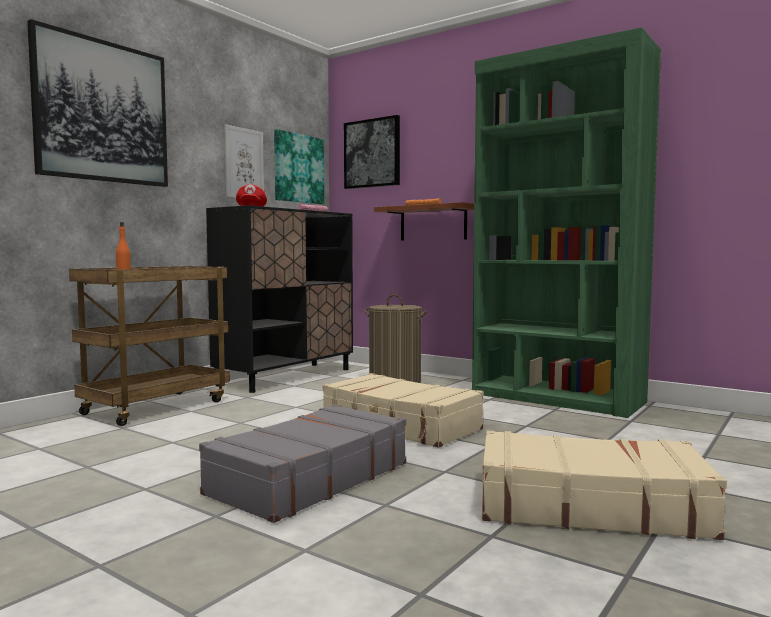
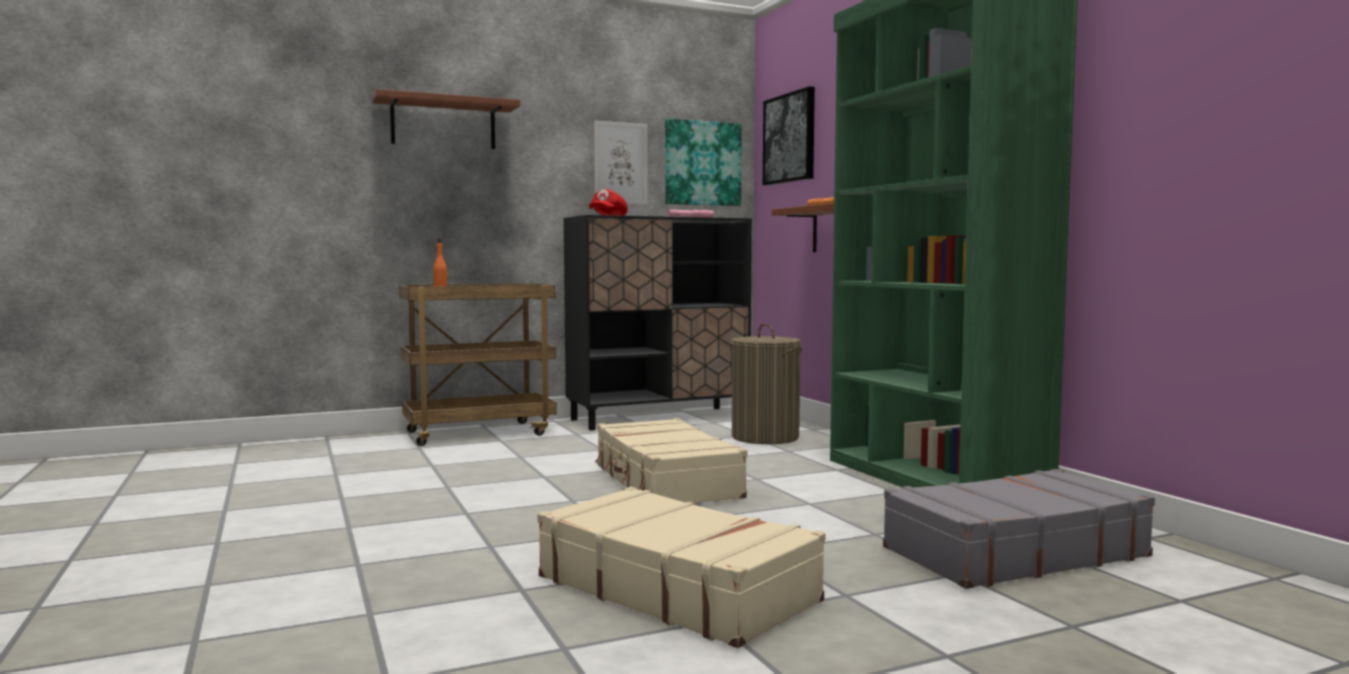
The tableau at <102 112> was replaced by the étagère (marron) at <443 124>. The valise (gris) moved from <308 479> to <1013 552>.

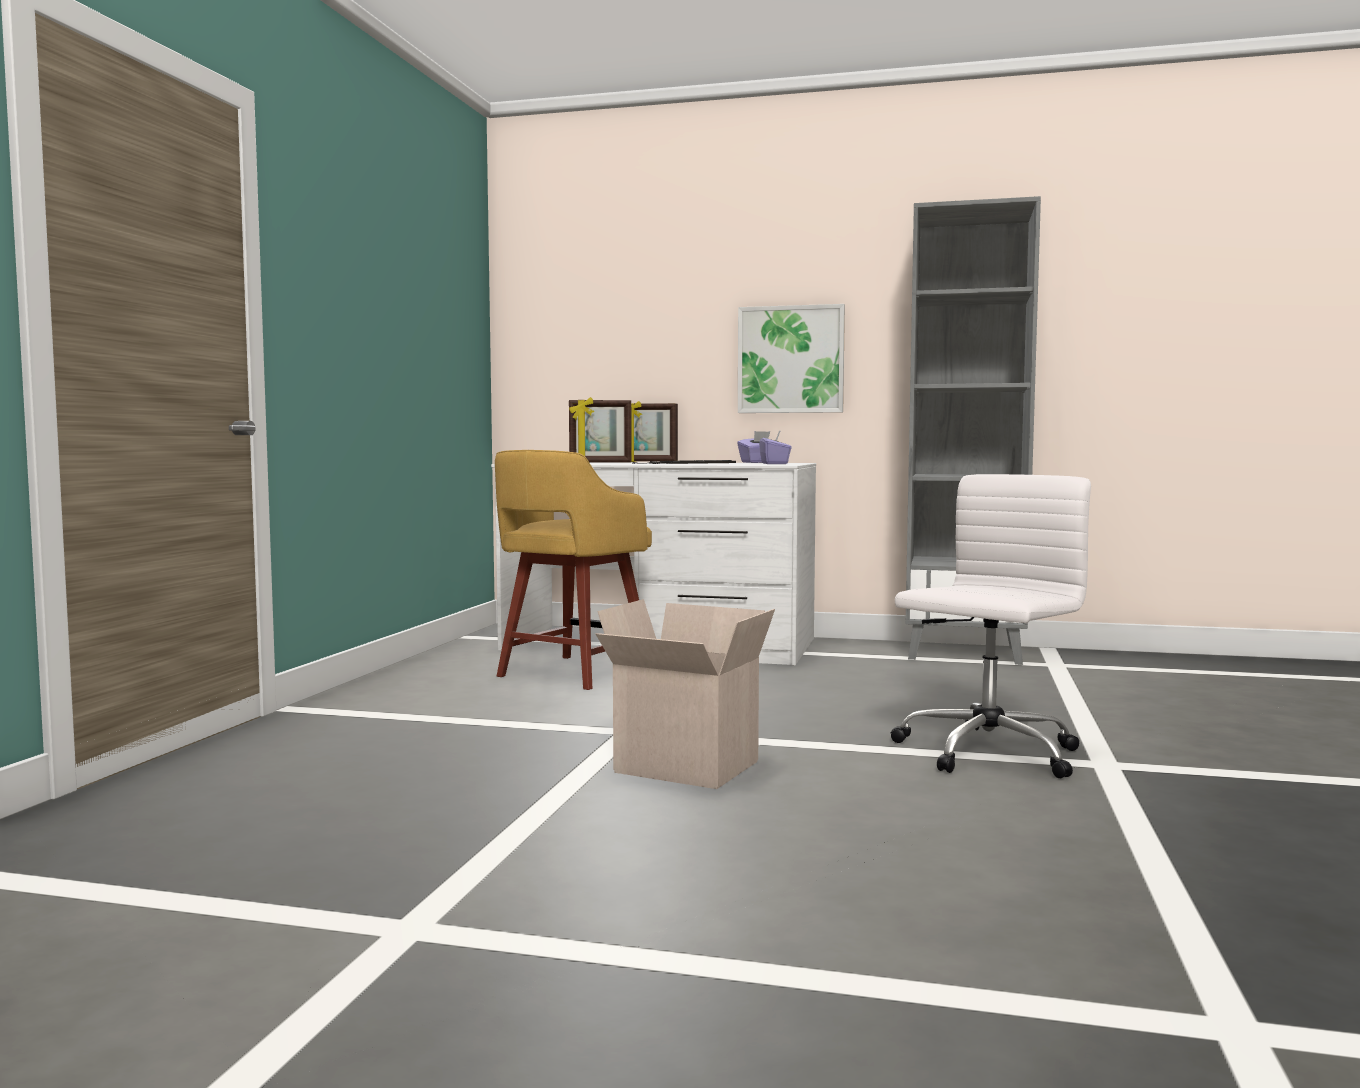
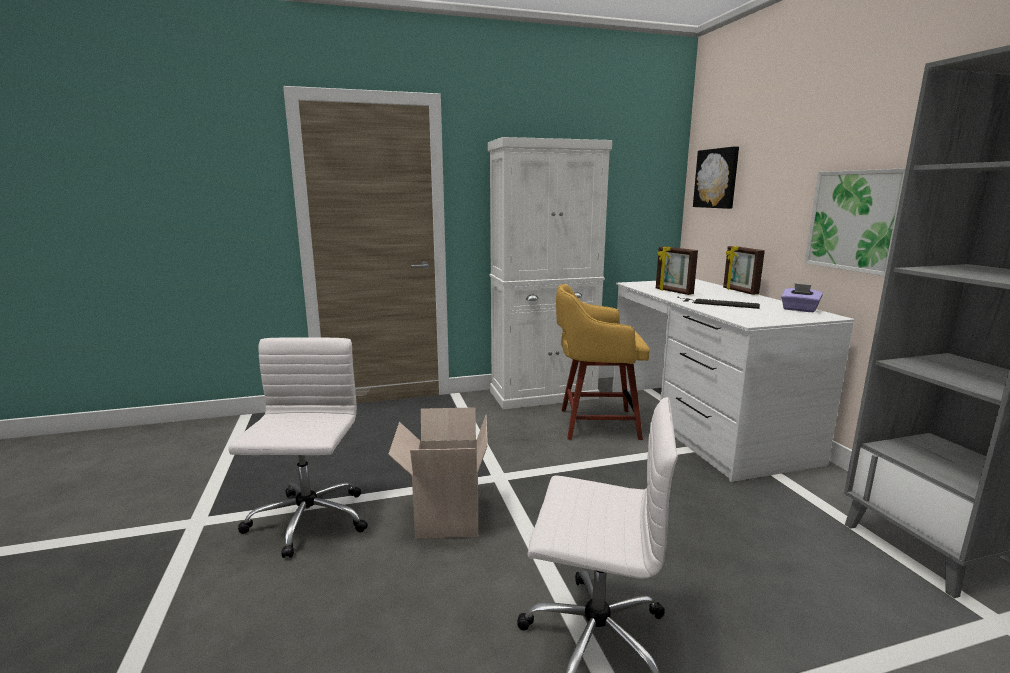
The chaise de bureau (blanc) at <307 522> appeared. The meuble de rangement (blanc) at <544 394> appeared. The tableau at <717 178> appeared. The boîte à mouchoirs (violet) at <775 463> disappeared.

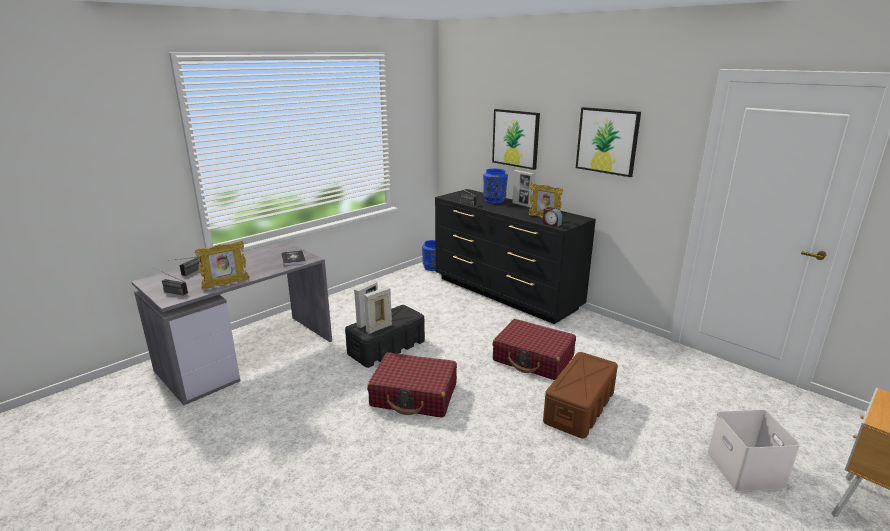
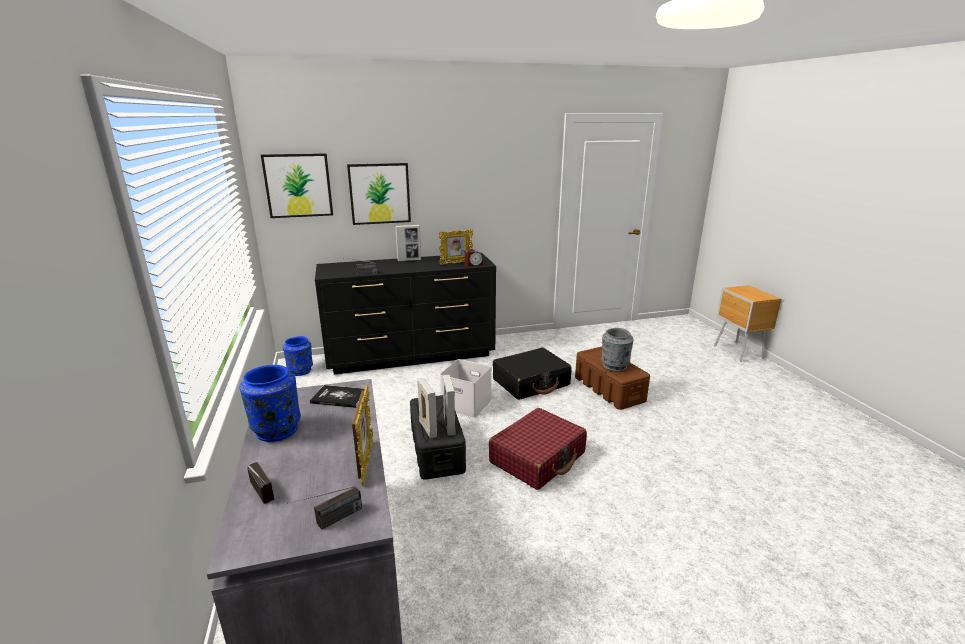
The vase (bleu) moved from <494 200> to <276 429>. The tableau moved from <607 141> to <298 185>. The boîte de rangement (blanc) moved from <746 471> to <467 404>. The valise (rouge) at <533 359> became the valise (noir) at <531 382>. The vase (gris) at <614 366> appeared.

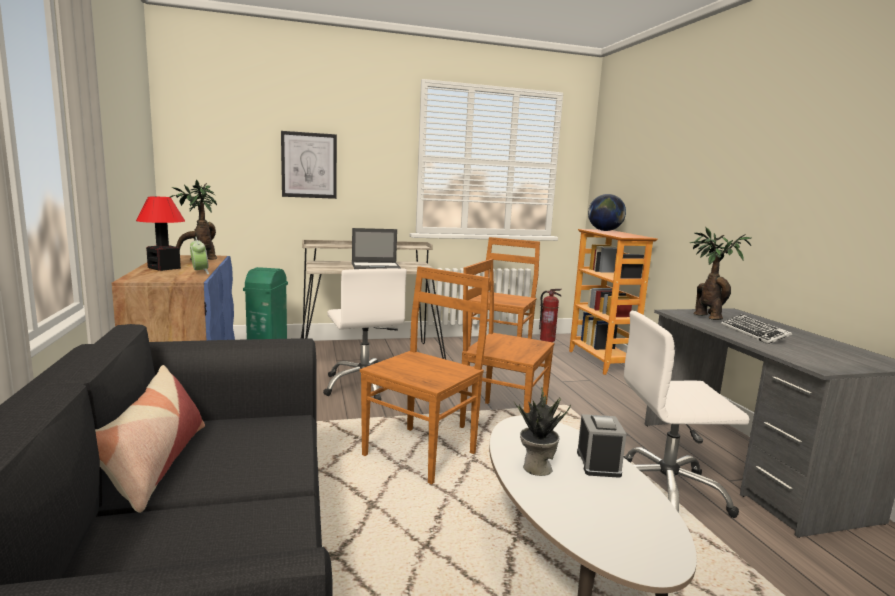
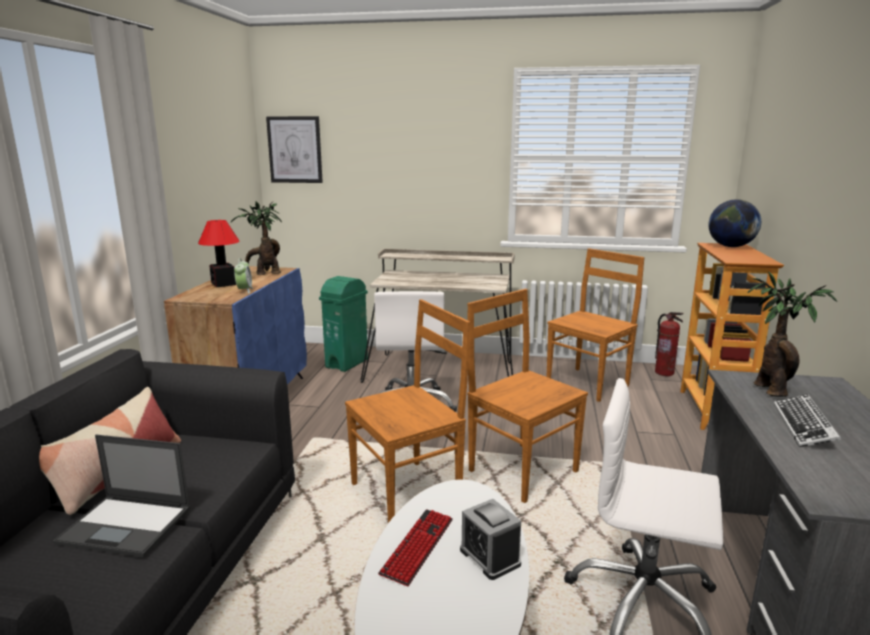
The ordinateur portable moved from <376 267> to <127 525>. The tableau moved from <309 165> to <295 150>. The plante en pot at <536 468> was replaced by the clavier at <418 547>. The réveil at <598 463> turned 120 degrees clockwise.

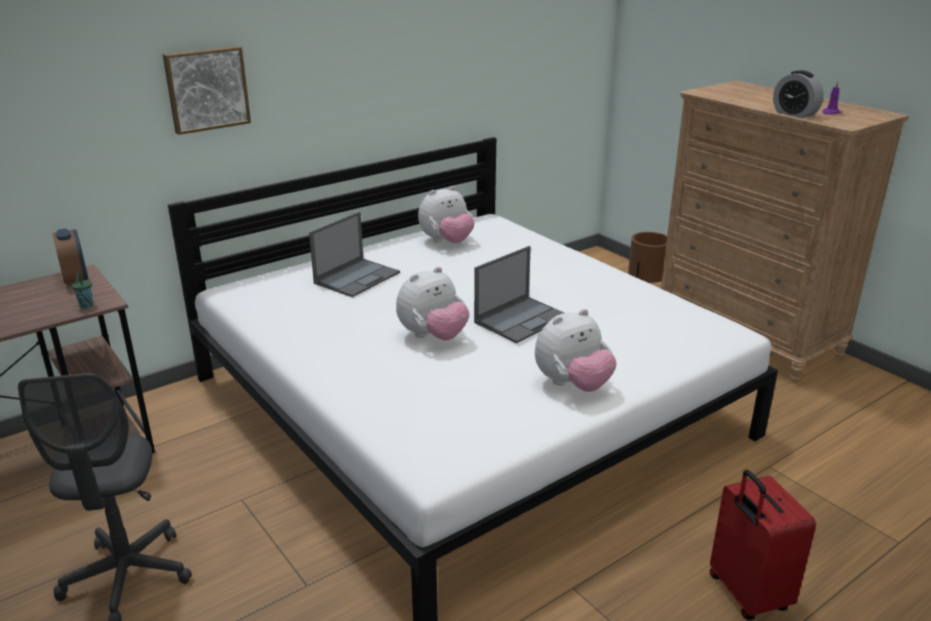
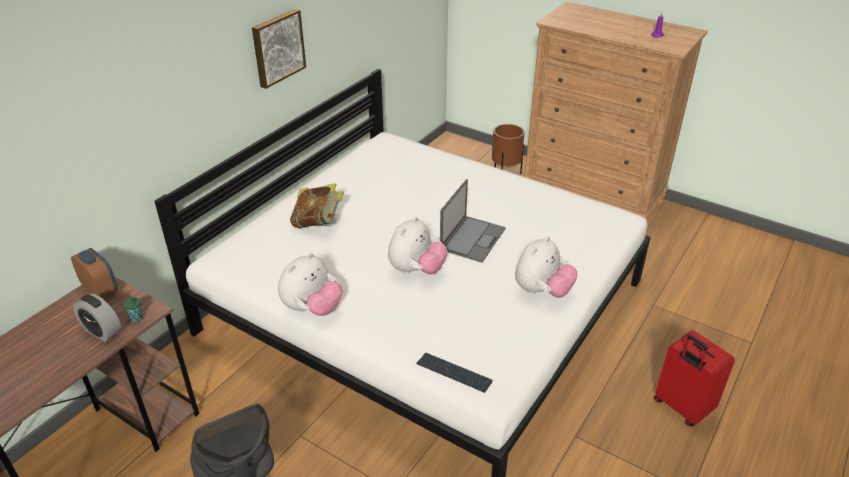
The réveil moved from <794 114> to <102 331>. The tableau moved from <206 89> to <277 47>. The peluche moved from <446 242> to <312 309>. The ordinateur portable at <357 277> was replaced by the livre at <318 223>. The clavier at <454 373> appeared.

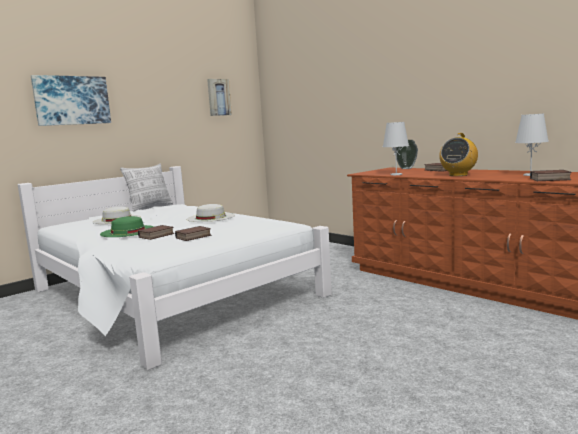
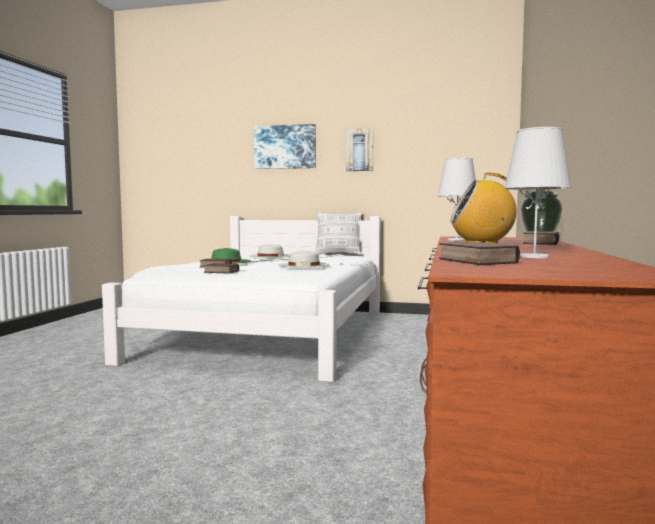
The tableau moved from <218 97> to <359 150>.

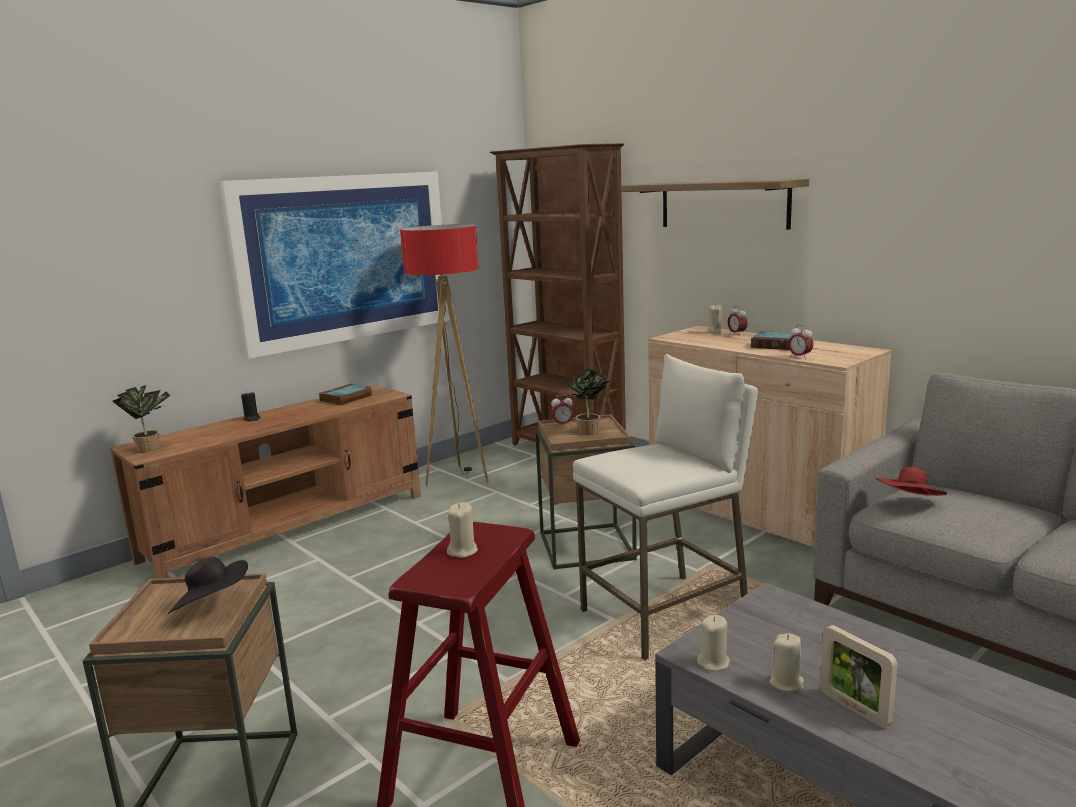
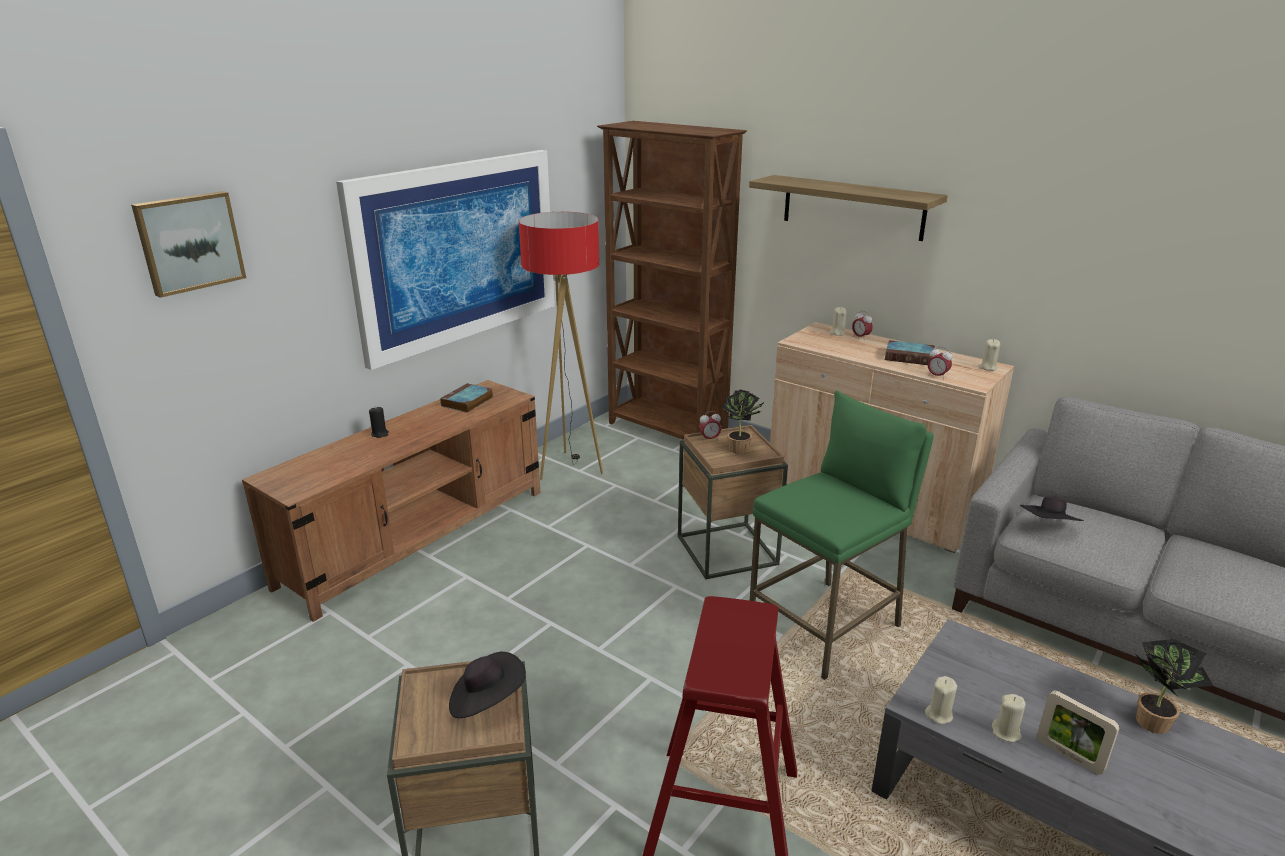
The tableau at <189 242> appeared. The tabouret (blanc) at <665 614> became the tabouret (vert) at <825 626>. The bougie (beige) moved from <462 551> to <987 367>. The chapeau (rouge) at <909 503> became the chapeau (noir) at <1048 527>. The plante en pot moved from <151 448> to <1152 719>.

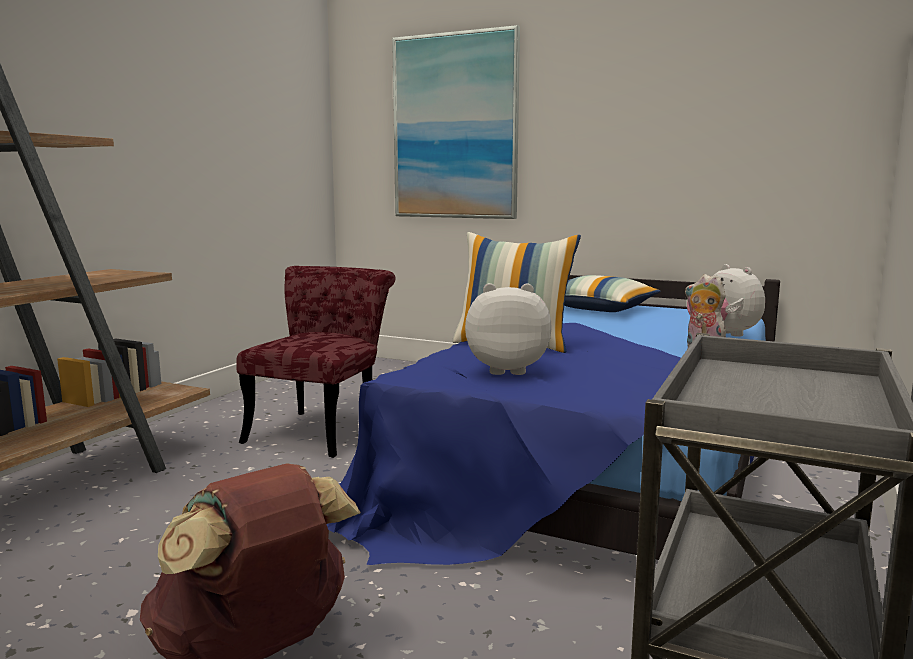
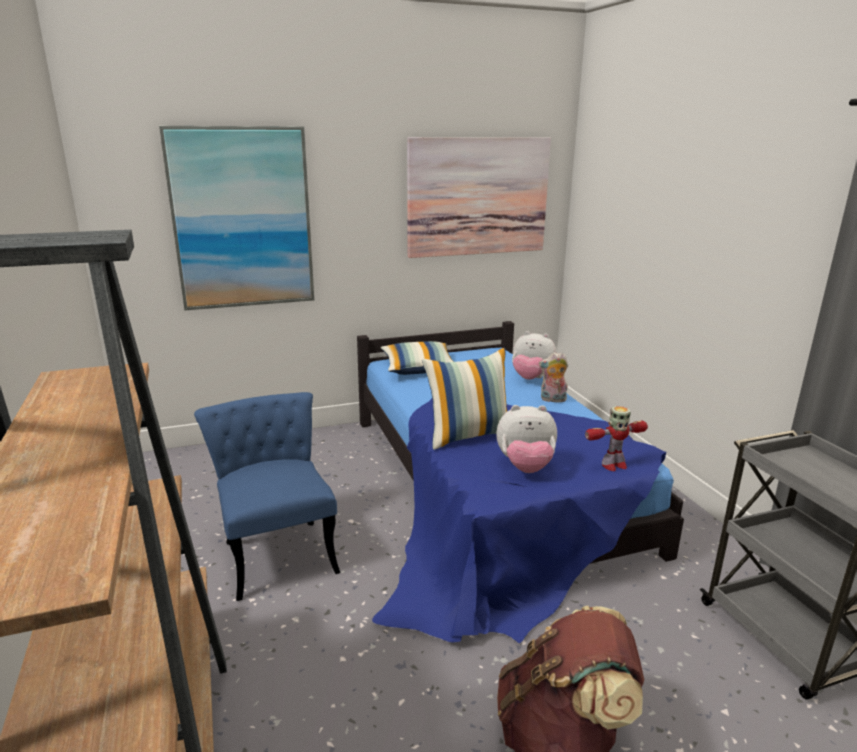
The chaise (rouge) at <322 429> became the chaise (bleu) at <277 550>. The tableau at <478 197> appeared. The peluche at <507 369> turned 135 degrees counterclockwise. The robot jouet at <613 465> appeared.

